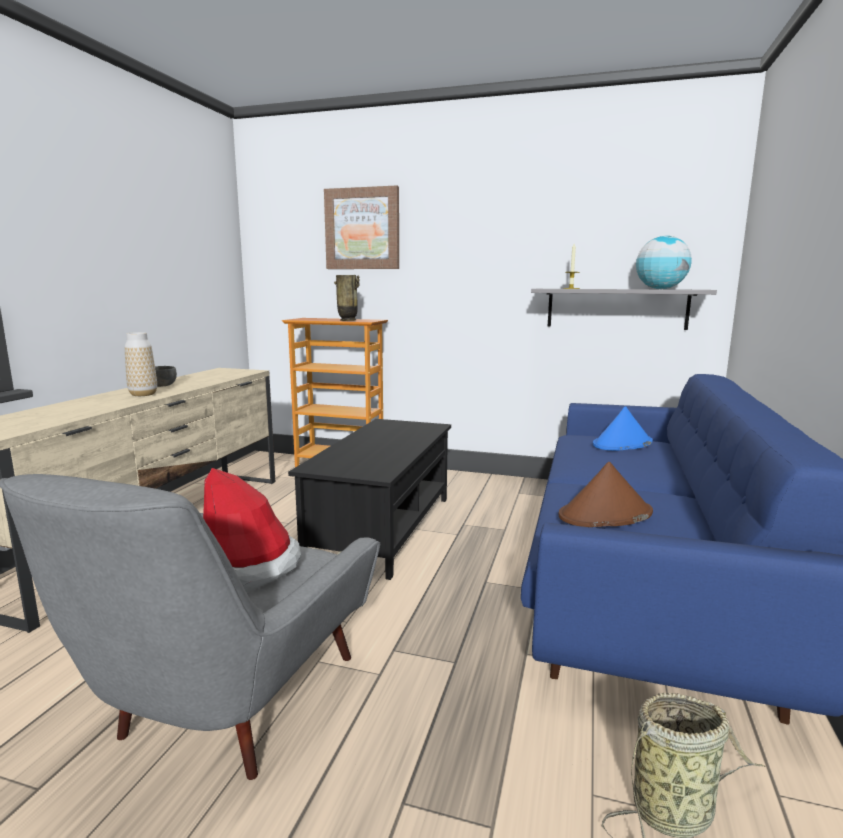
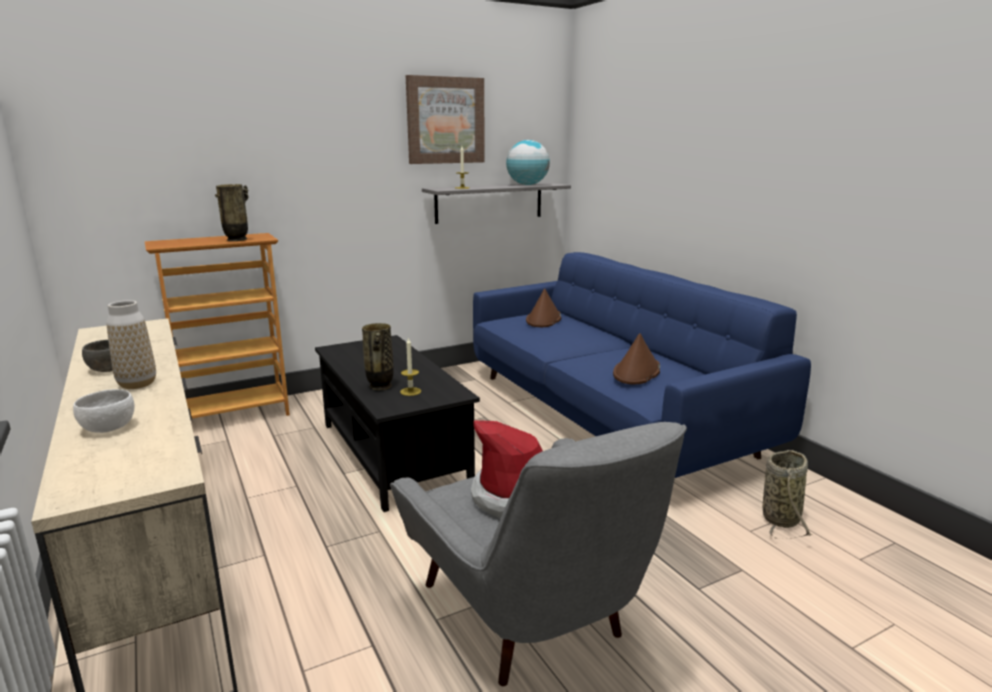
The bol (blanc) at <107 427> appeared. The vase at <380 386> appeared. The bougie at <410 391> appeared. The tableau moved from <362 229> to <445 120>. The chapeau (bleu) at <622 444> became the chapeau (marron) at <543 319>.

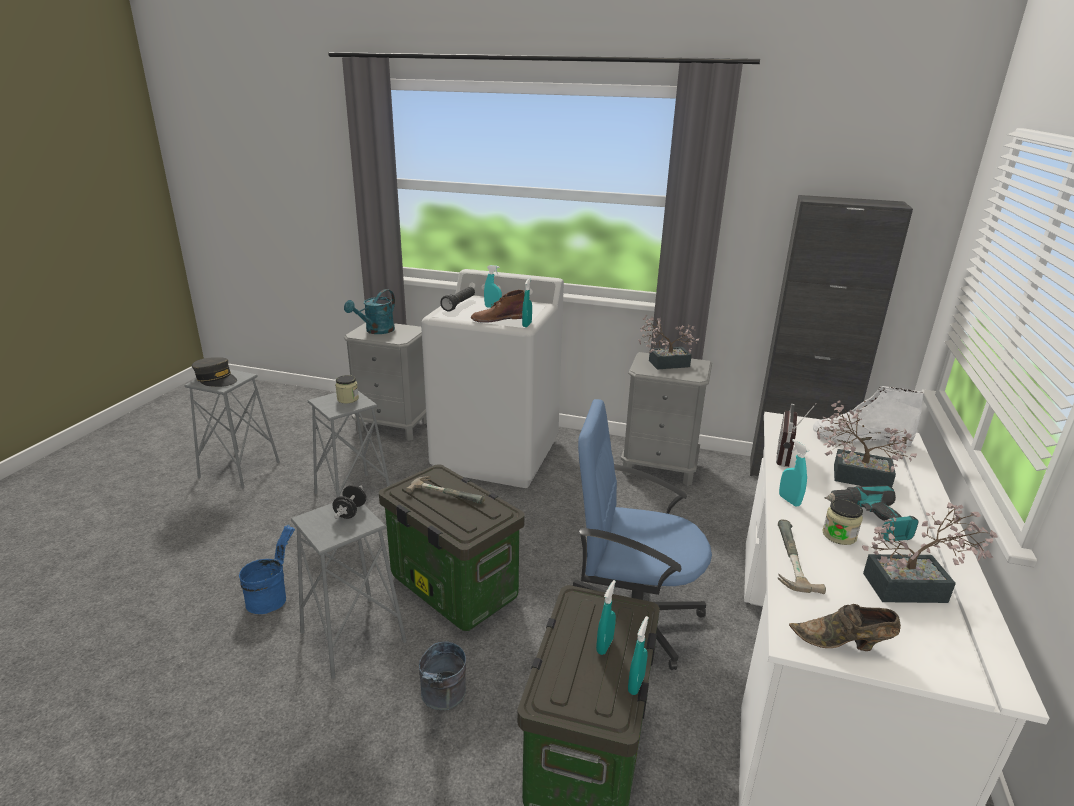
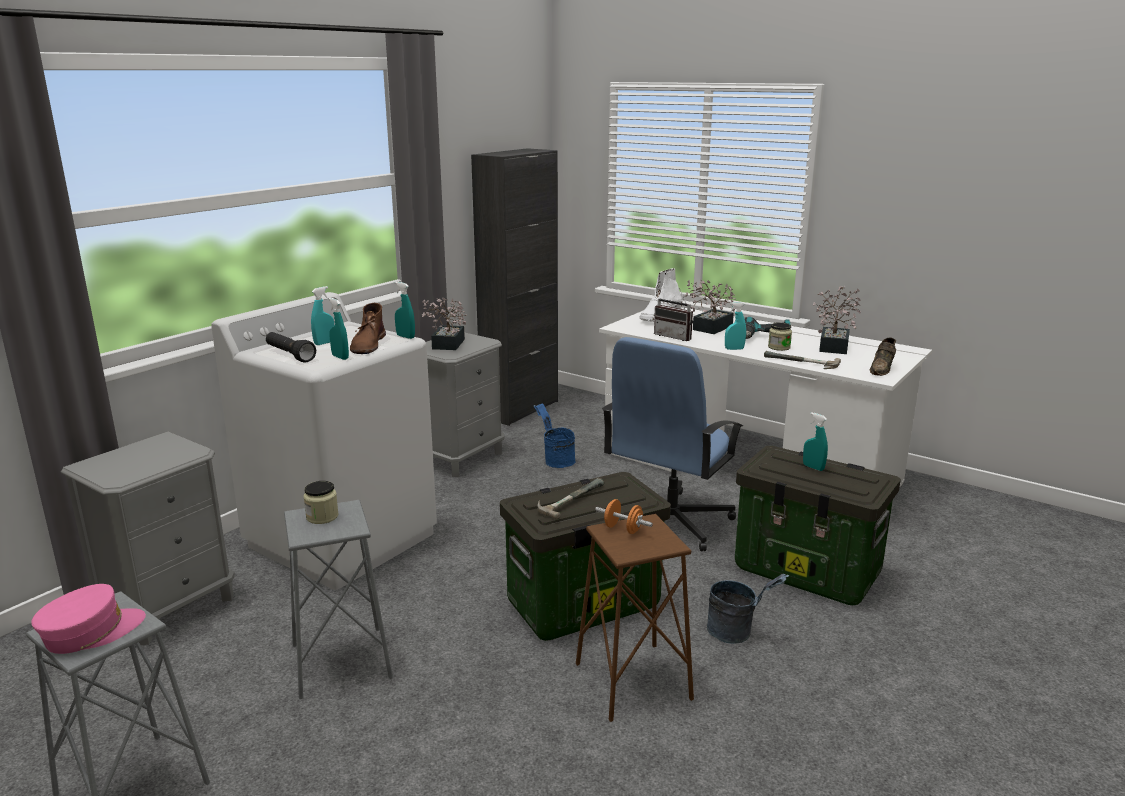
The casquette (gris) at <216 379> became the casquette (rose) at <91 632>. The vaporisateur (turquoise) moved from <636 684> to <340 357>. The seau (bleu) moved from <272 597> to <556 460>. The tabouret (gris) at <353 637> became the tabouret (marron) at <633 681>. The haltère (noir) at <350 512> became the haltère (orange) at <623 529>. The arrosoir (turquoise) at <376 331> disappeared.

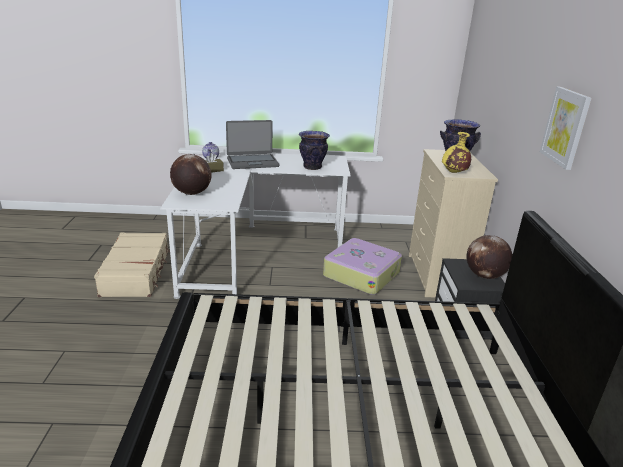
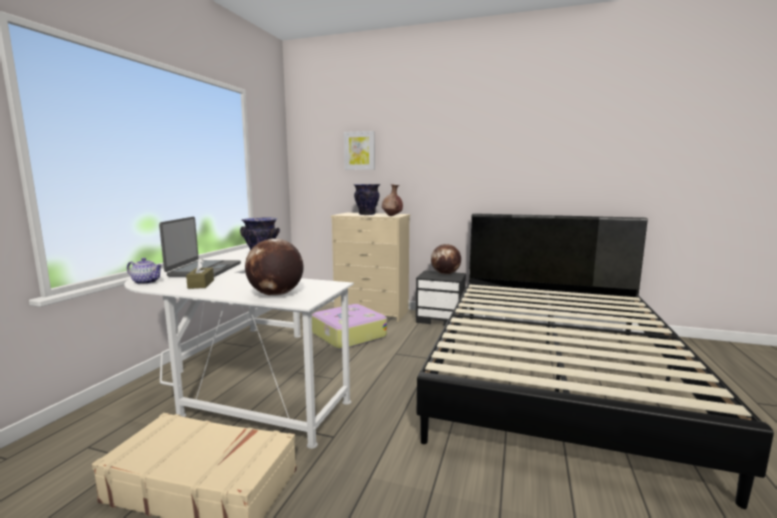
The tableau moved from <565 127> to <359 151>. The vase (jaune) at <454 173> became the vase (marron) at <392 216>.

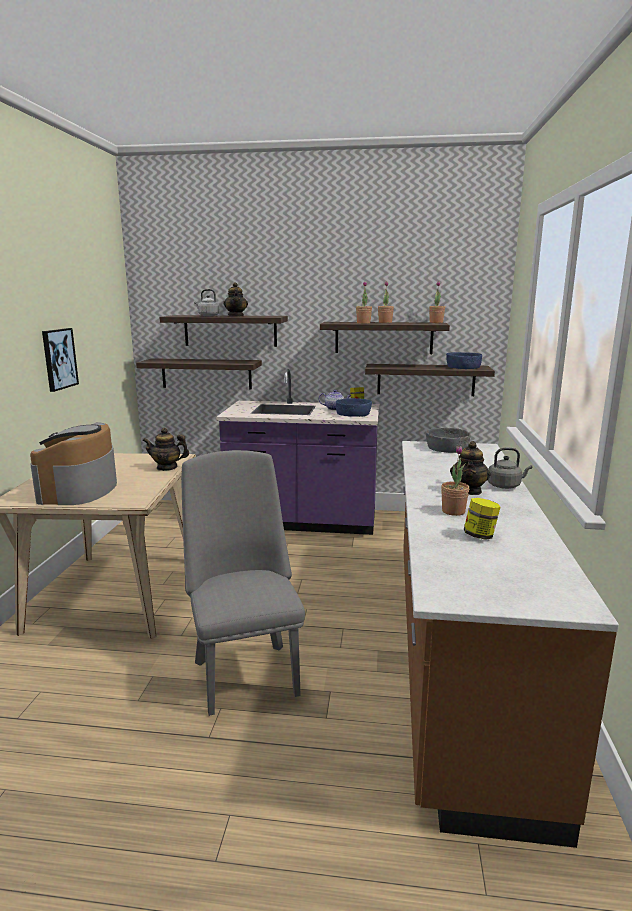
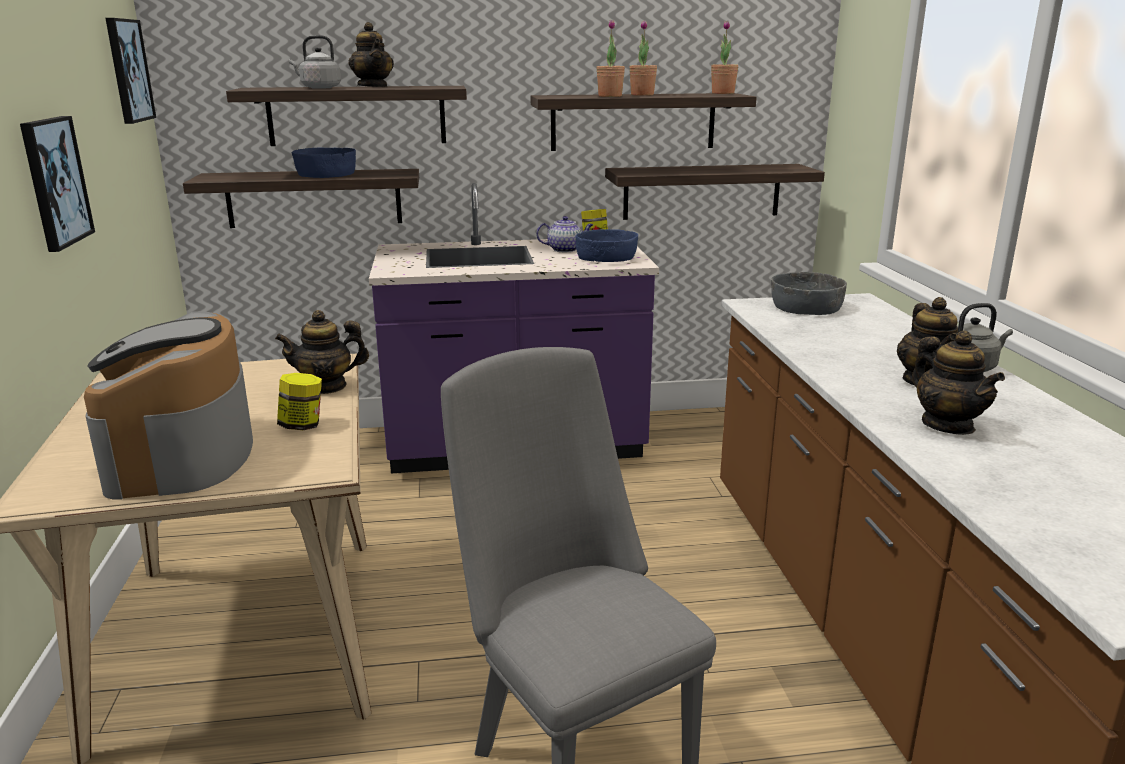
The tableau at <128 70> appeared. The bocal moved from <480 536> to <302 426>. The bol (bleu) moved from <462 367> to <325 174>. The plante en pot at <453 511> was replaced by the théière at <947 425>.

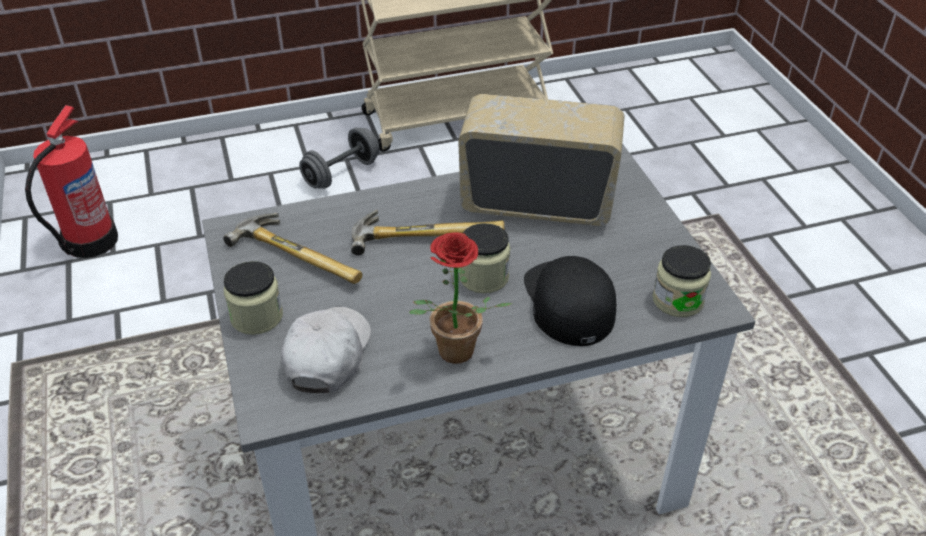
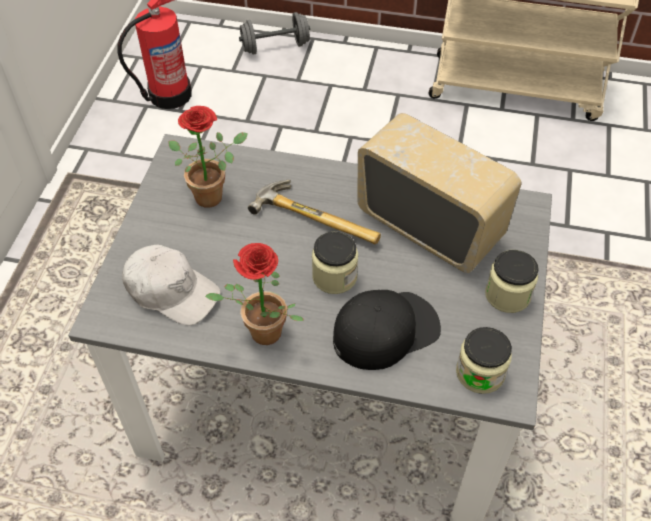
The casquette (blanc) at <327 356> turned 75 degrees clockwise. The marteau at <302 254> was replaced by the plante en pot at <214 194>. The haltère (gris) moved from <341 173> to <275 47>. The casquette (noir) at <568 302> turned 45 degrees clockwise. The bocal moved from <257 317> to <507 295>.

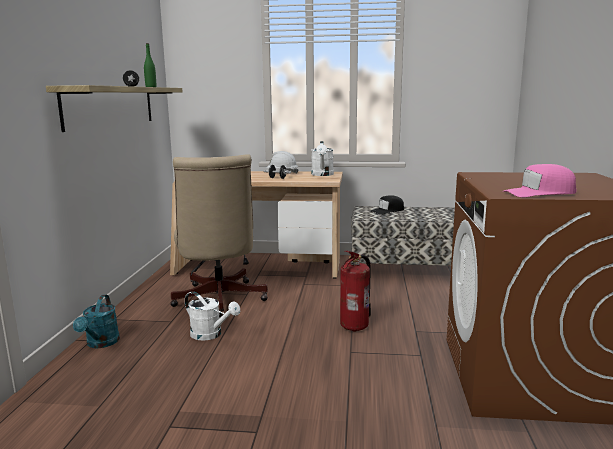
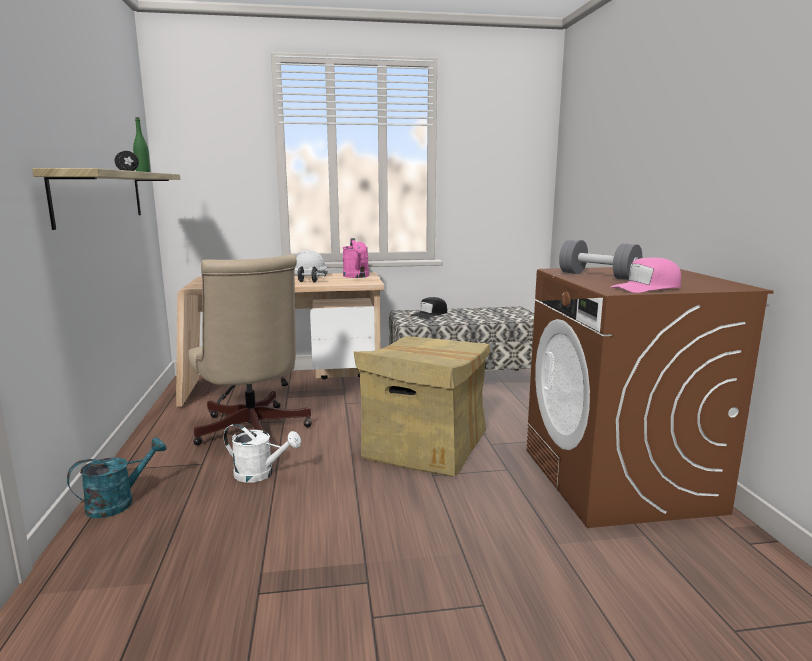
The arrosoir (turquoise) at <101 344> turned 120 degrees counterclockwise. The arrosoir (blanc) at <322 175> became the arrosoir (rose) at <357 276>. The extincteur at <356 326> was replaced by the carton at <425 445>. The haltère (gris) at <598 276> appeared.

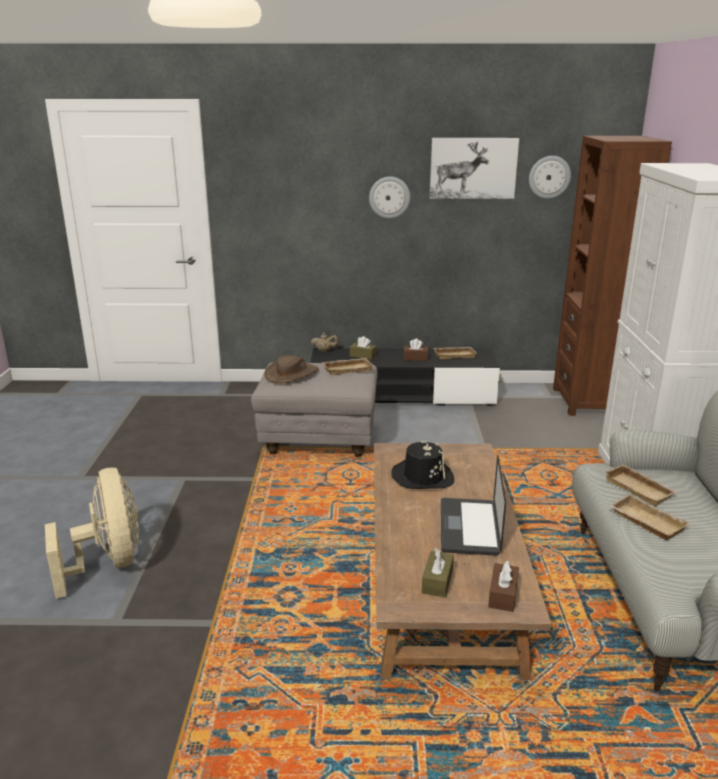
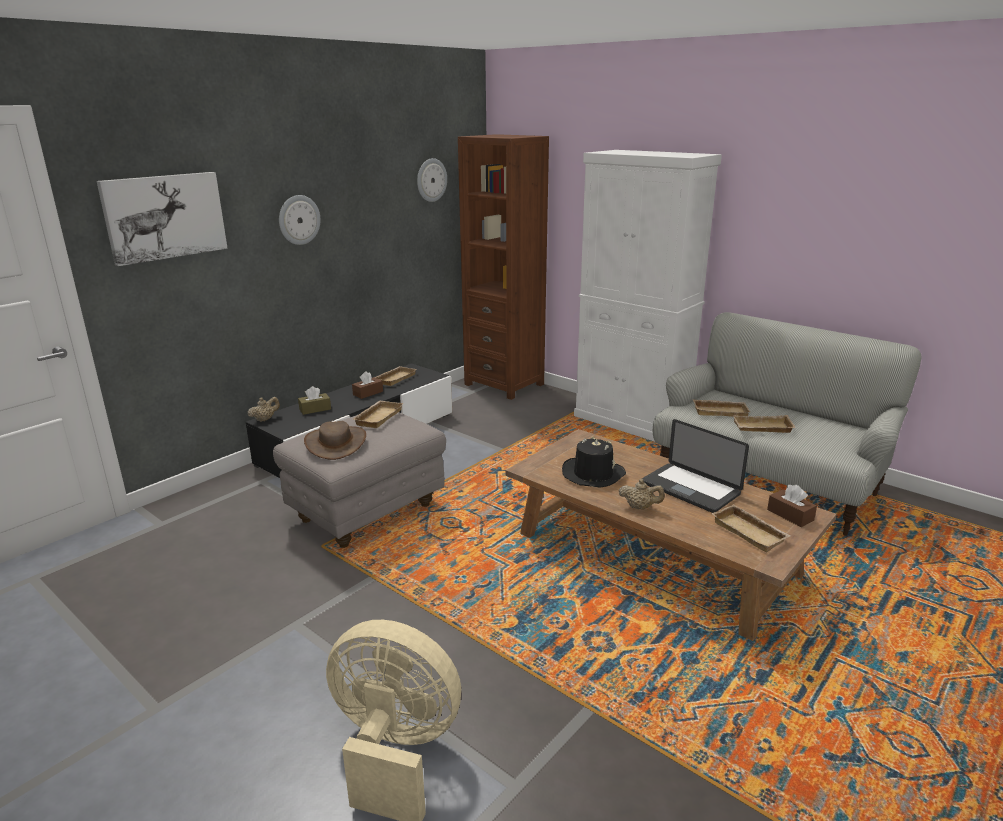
The tableau moved from <473 168> to <164 216>. The théière (beige) at <640 507> appeared. The boîte à mouchoirs (marron) at <437 581> was replaced by the plateau (beige) at <751 532>.

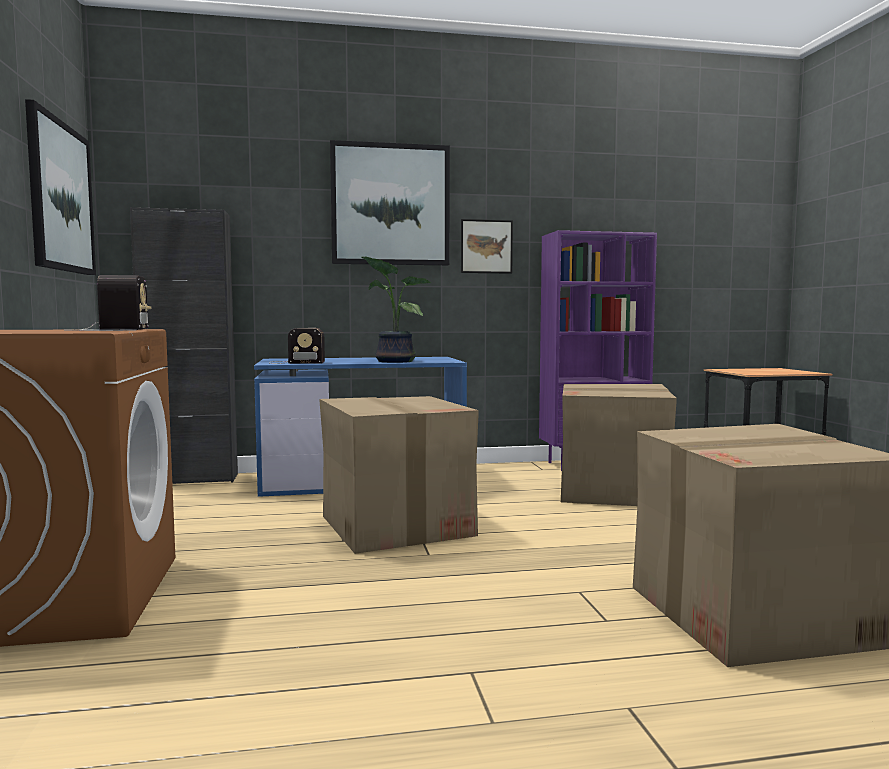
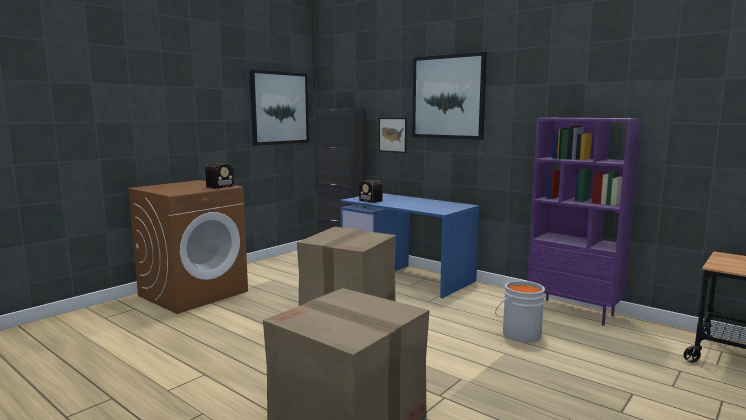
The tableau moved from <486 246> to <392 135>. The carton at <613 491> was replaced by the seau (gris) at <520 333>. The plante en pot at <392 361> disappeared.

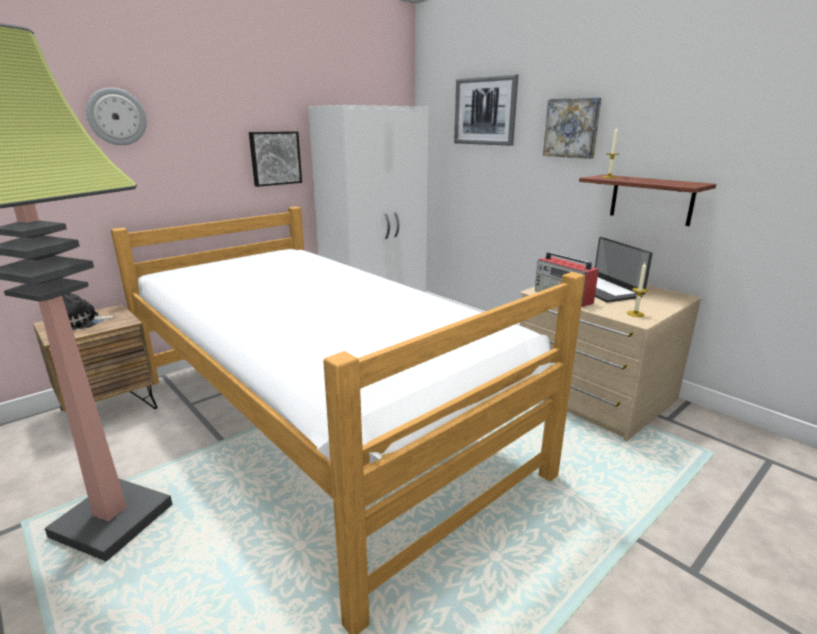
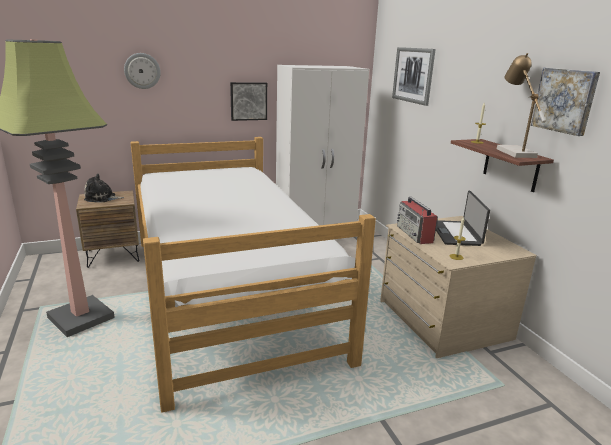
The lampe de table at <512 152> appeared. The tableau moved from <572 128> to <565 100>.

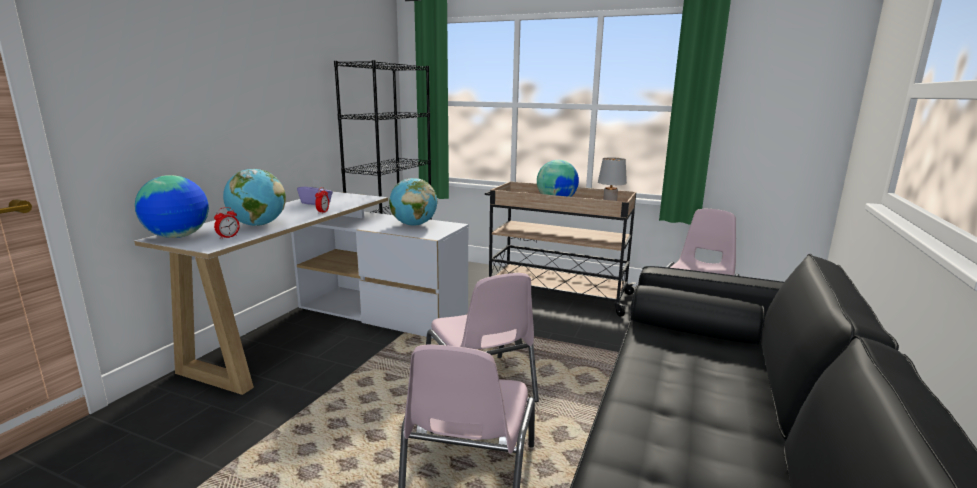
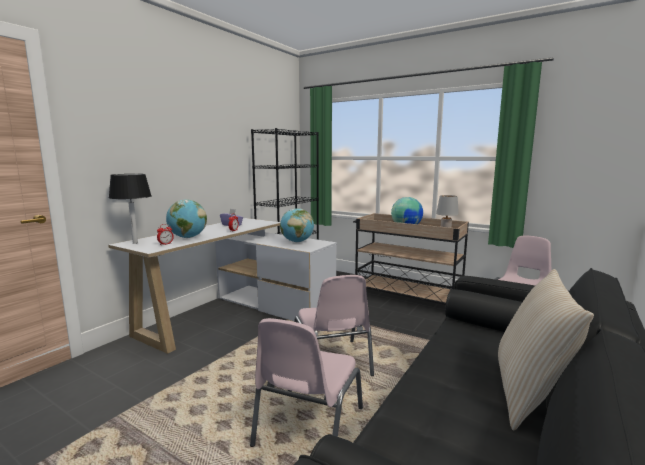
The globe at <178 237> was replaced by the lampe de table (noir) at <135 243>. The coussin (beige) at <529 394> appeared.

